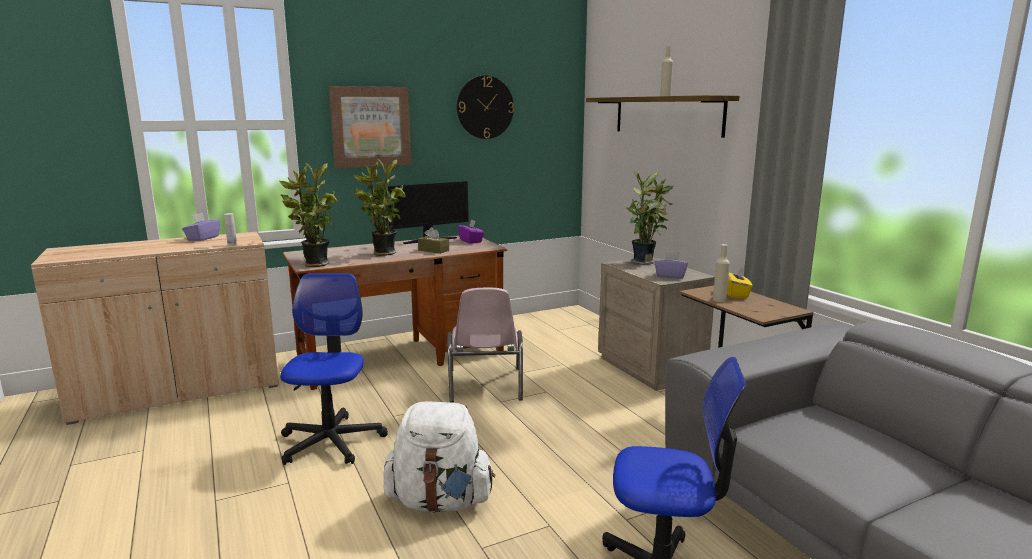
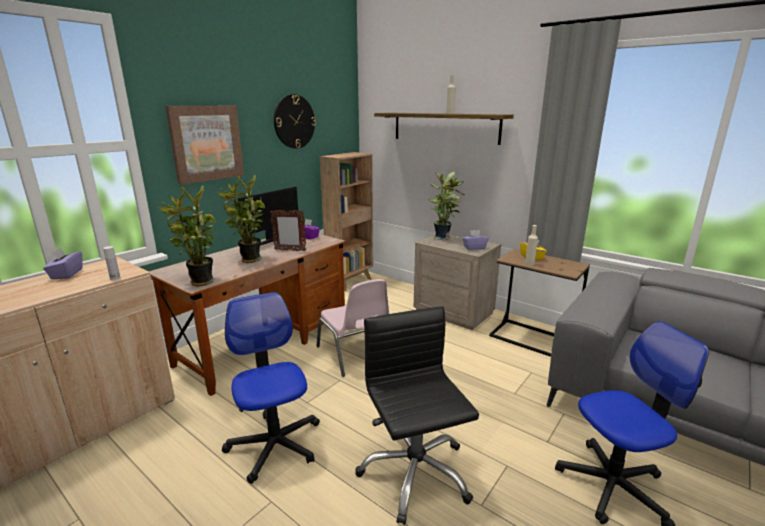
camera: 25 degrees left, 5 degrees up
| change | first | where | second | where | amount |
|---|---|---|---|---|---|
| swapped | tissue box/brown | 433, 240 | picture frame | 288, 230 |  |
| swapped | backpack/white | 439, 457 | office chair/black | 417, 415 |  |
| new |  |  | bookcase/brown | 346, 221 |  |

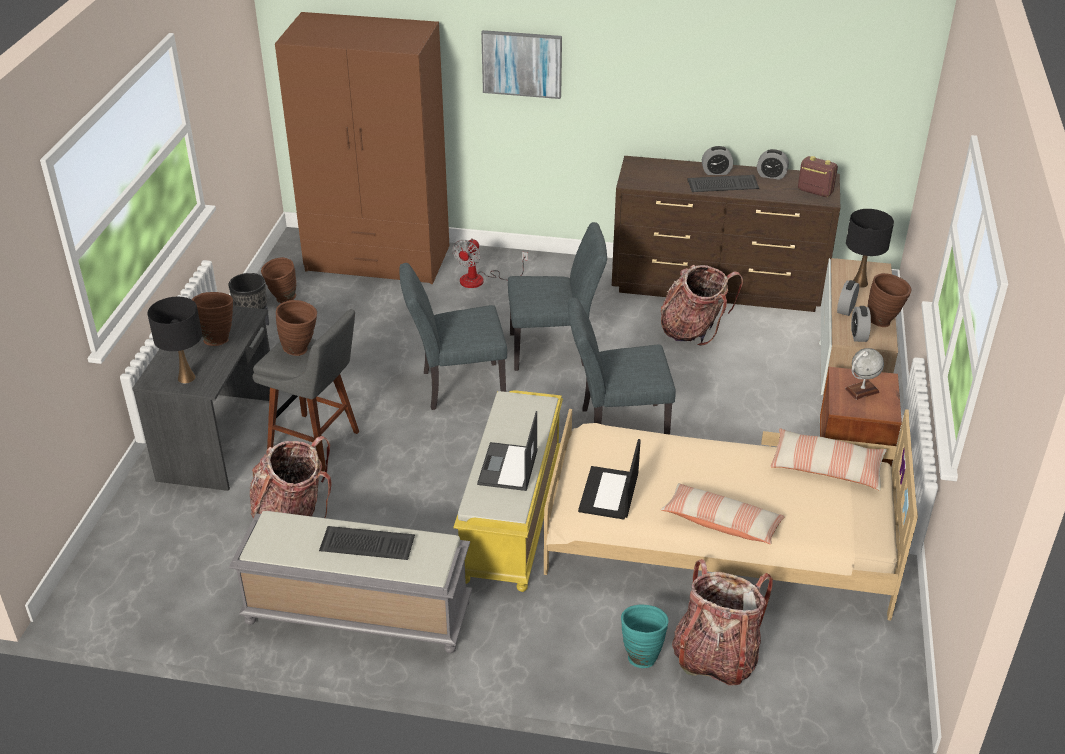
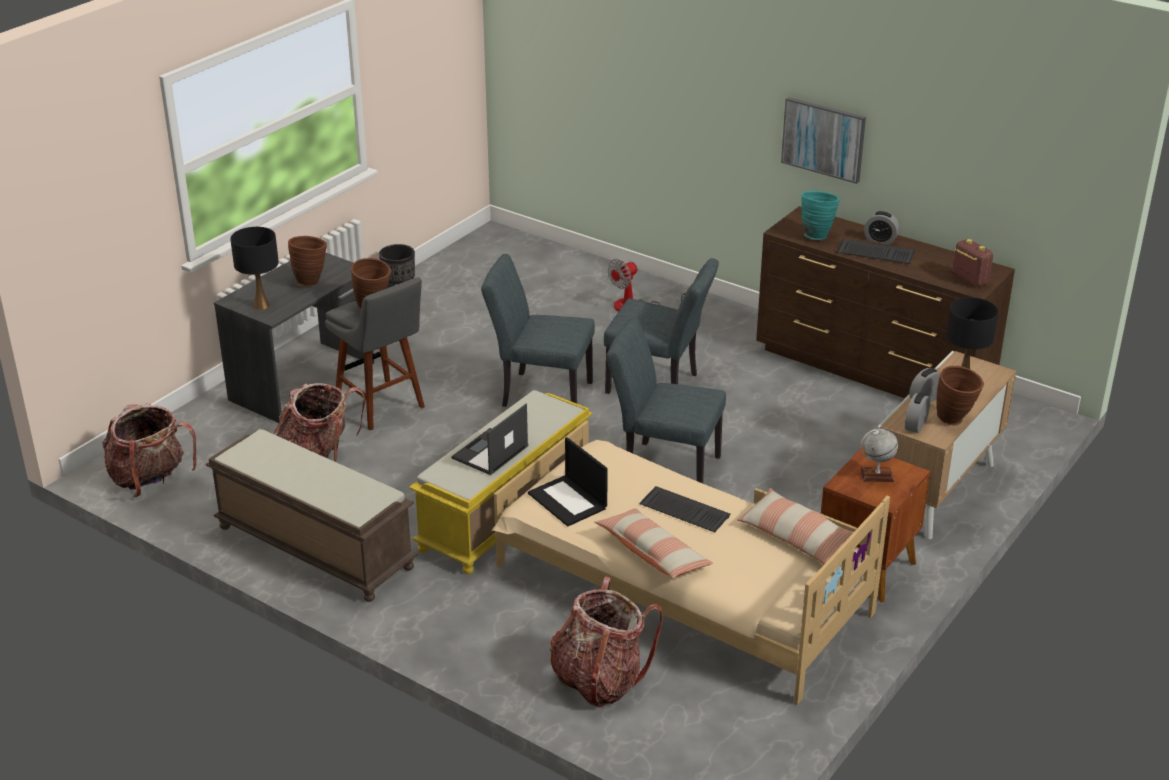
camera: 25 degrees right, 5 degrees down
| change | first | where | second | where | amount |
|---|---|---|---|---|---|
| gone | wardrobe/brown | 362, 148 |  |  |  |
| shifted | picture | 521, 64 |  | 823, 140 |  |
| gone | alarm clock | 773, 164 |  |  |  |
| gone | vase/brown | 278, 280 |  |  |  |
| shifted | backpack | 701, 305 |  | 149, 450 |  |
| rotated | laptop | 609, 479 |  | 568, 481 | 75 degrees counterclockwise |
| repainted | bench/grey | 350, 582 | bench/brown | 312, 515 |  |
| shifted | keyboard | 367, 543 |  | 685, 509 |  |
| shifted | vase/turquoise | 644, 636 |  | 820, 215 |  |

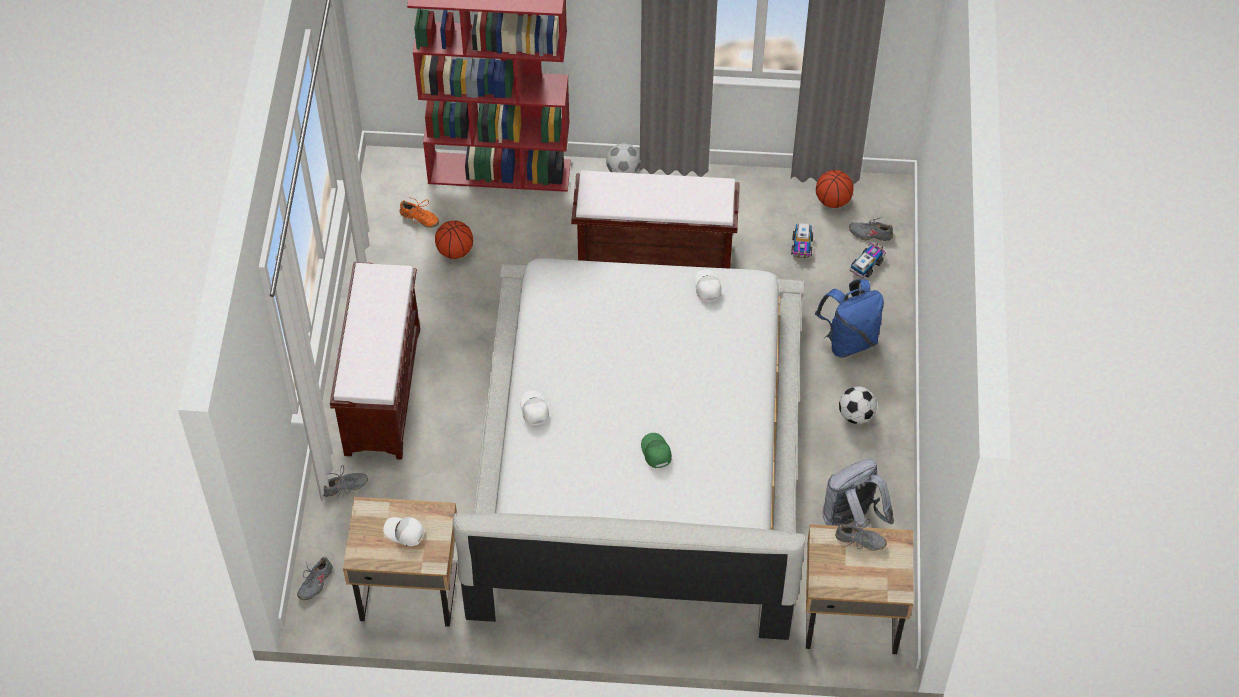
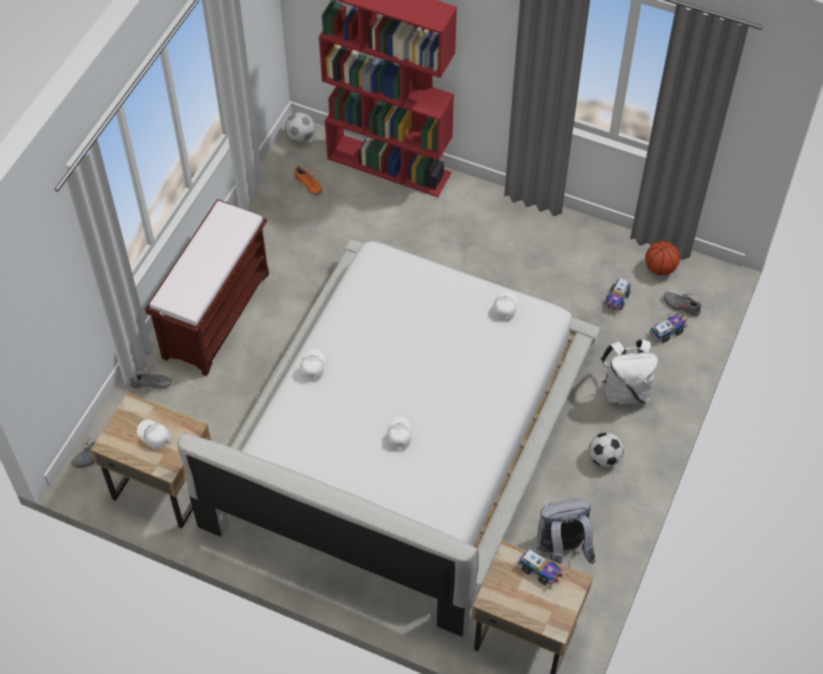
camera: 20 degrees right, 0 degrees up
| change | first | where | second | where | amount |
|---|---|---|---|---|---|
| shifted | football | 623, 158 |  | 300, 127 |  |
| gone | bench/brown | 655, 219 |  |  |  |
| gone | basketball | 454, 239 |  |  |  |
| repainted | backpack/blue | 849, 318 | backpack/white | 629, 372 |  |
| repainted | cap/green | 656, 450 | cap/white | 399, 433 |  |
| swapped | shoe/grey | 861, 534 | toy truck | 540, 566 |  |

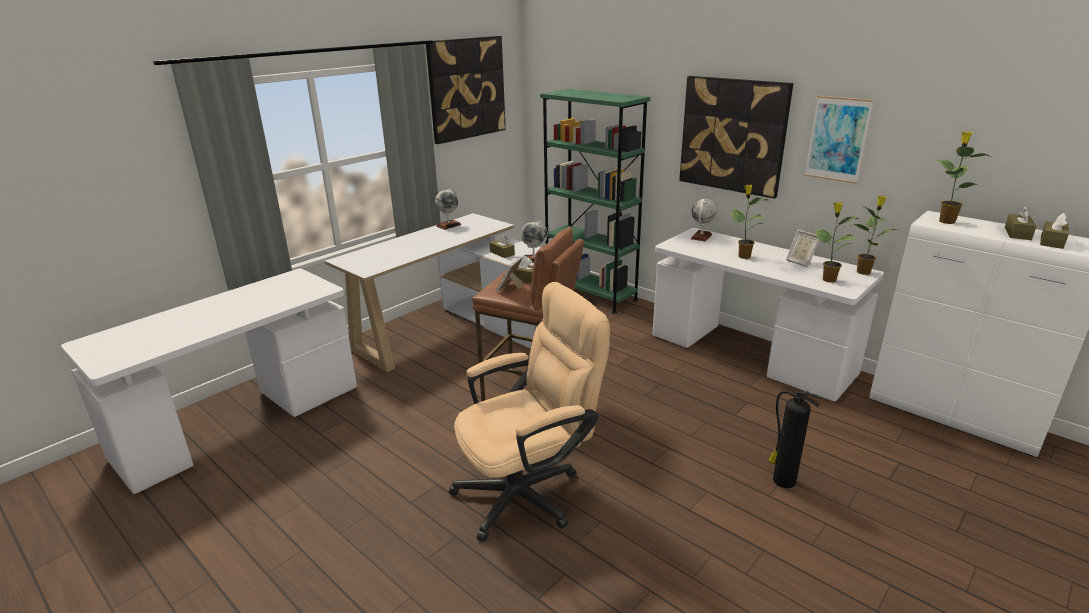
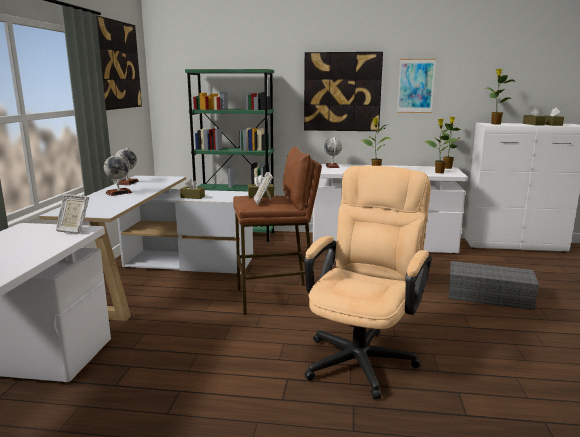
camera: 35 degrees left, 10 degrees down
| change | first | where | second | where | amount |
|---|---|---|---|---|---|
| shifted | globe | 534, 242 |  | 118, 175 |  |
| shifted | picture frame | 803, 248 |  | 72, 214 |  |
| swapped | fire extinguisher | 795, 439 | storage box/grey | 494, 285 |  |

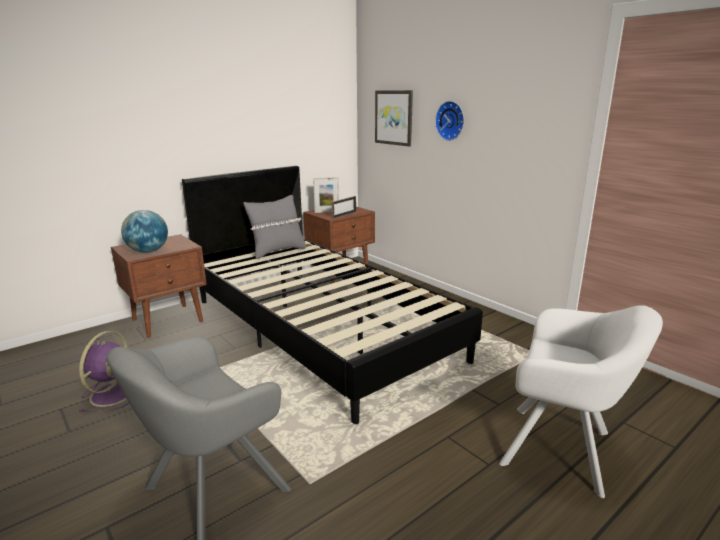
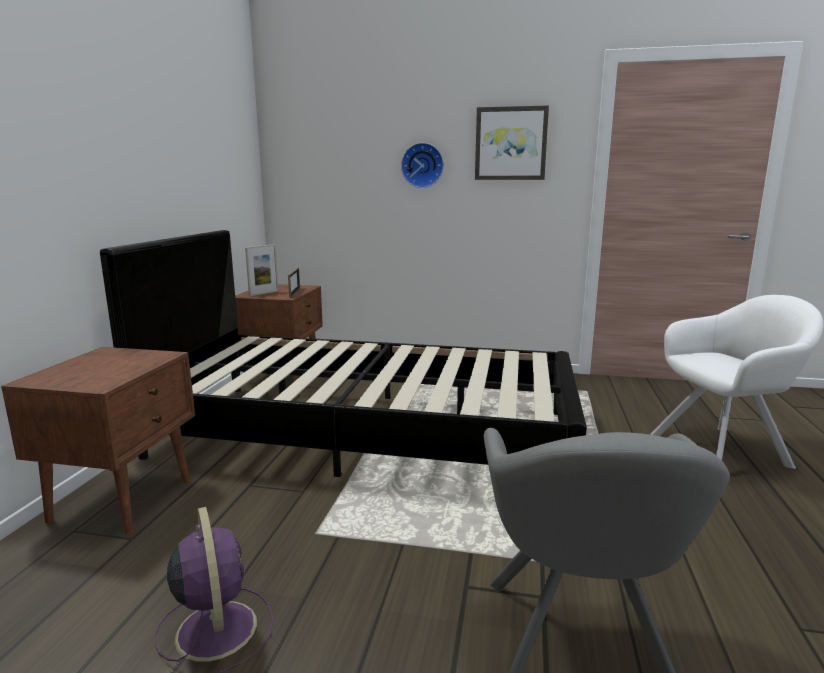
camera: 40 degrees left, 5 degrees down
| change | first | where | second | where | amount |
|---|---|---|---|---|---|
| shifted | picture | 394, 118 |  | 512, 143 |  |
| gone | pillow/grey | 274, 227 |  |  |  |
| gone | globe | 144, 231 |  |  |  |

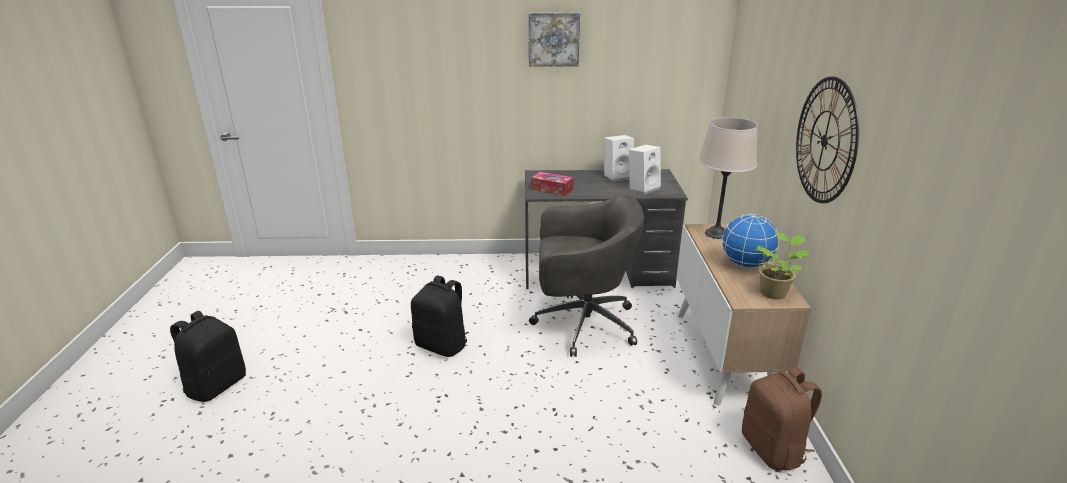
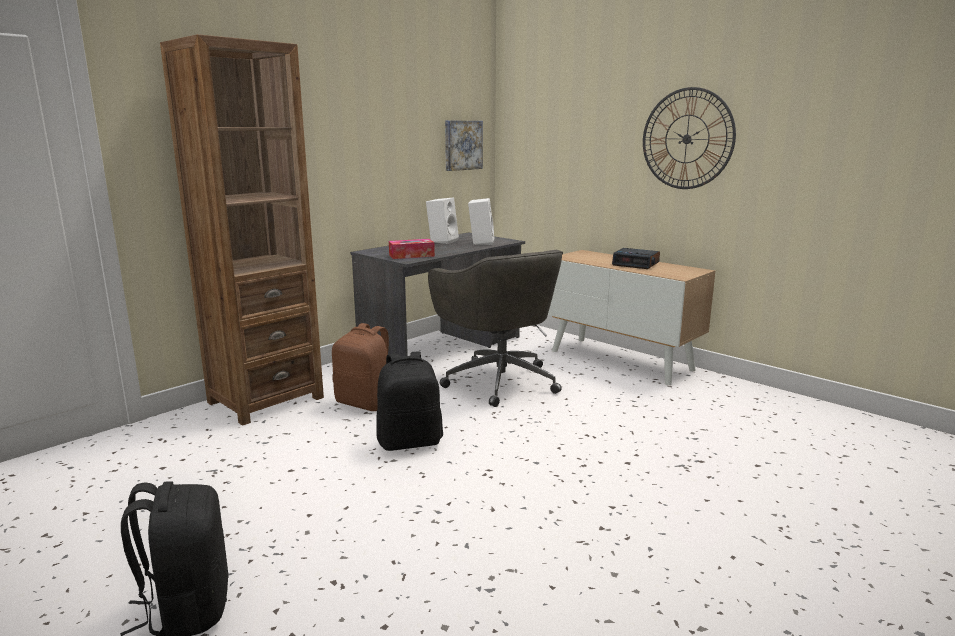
camera: 45 degrees left, 10 degrees down
| change | first | where | second | where | amount |
|---|---|---|---|---|---|
| shifted | picture | 554, 40 |  | 464, 145 |  |
| gone | table lamp/beige | 728, 178 |  |  |  |
| rotated | office chair/grey | 586, 275 |  | 495, 328 | 105 degrees clockwise |
| swapped | globe | 750, 241 | alarm clock | 636, 258 |  |
| gone | potted plant | 782, 265 |  |  |  |
| shifted | backpack/brown | 782, 419 |  | 360, 367 |  |
| new |  |  | bookcase/brown | 242, 230 |  |

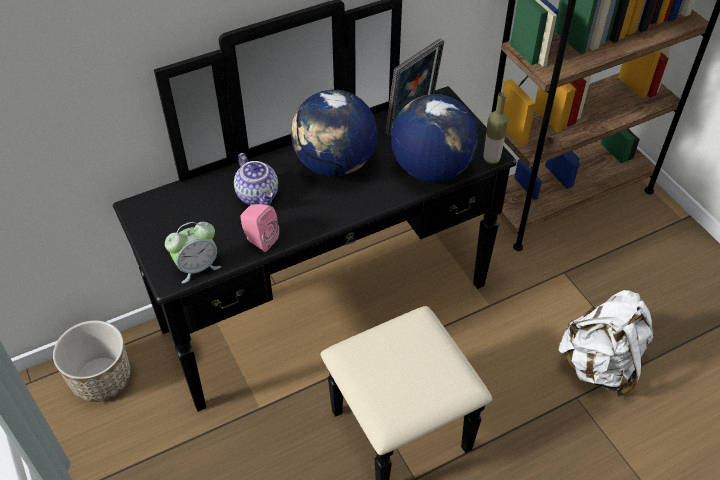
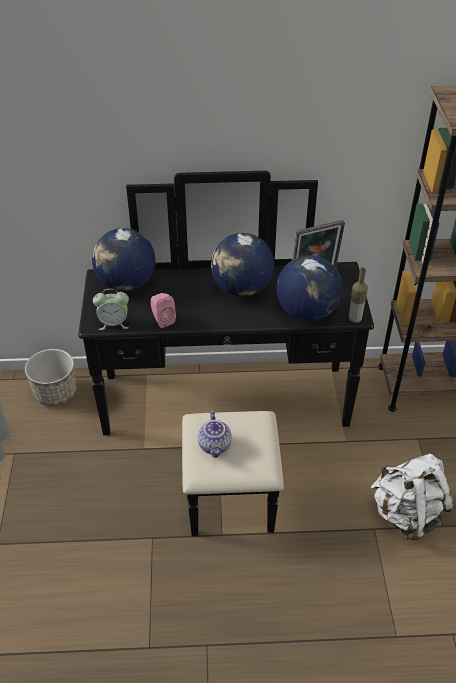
camera: 25 degrees right, 5 degrees down
| change | first | where | second | where | amount |
|---|---|---|---|---|---|
| shifted | teapot | 256, 179 |  | 215, 434 |  |
| new |  |  | globe | 123, 259 |  |

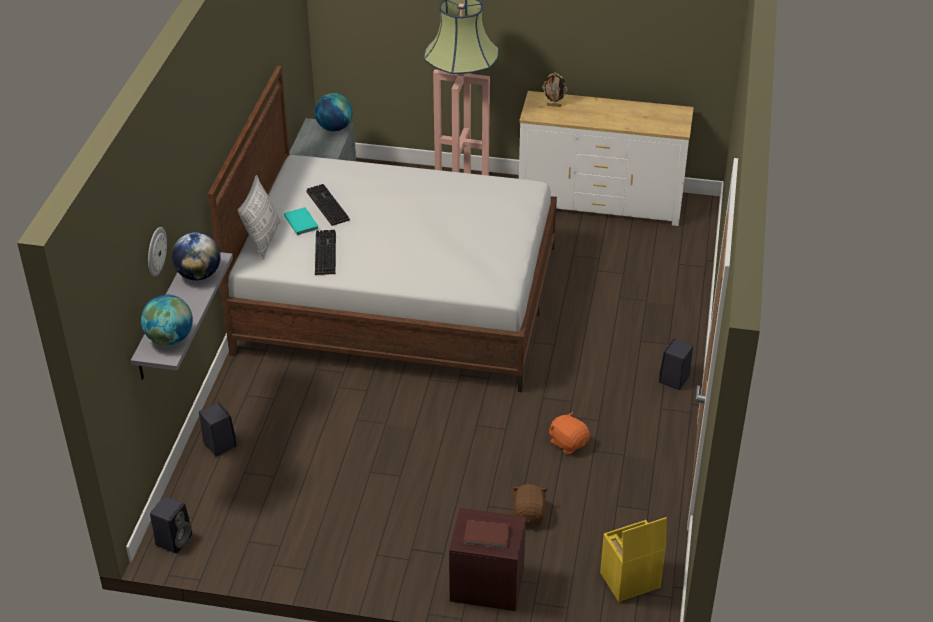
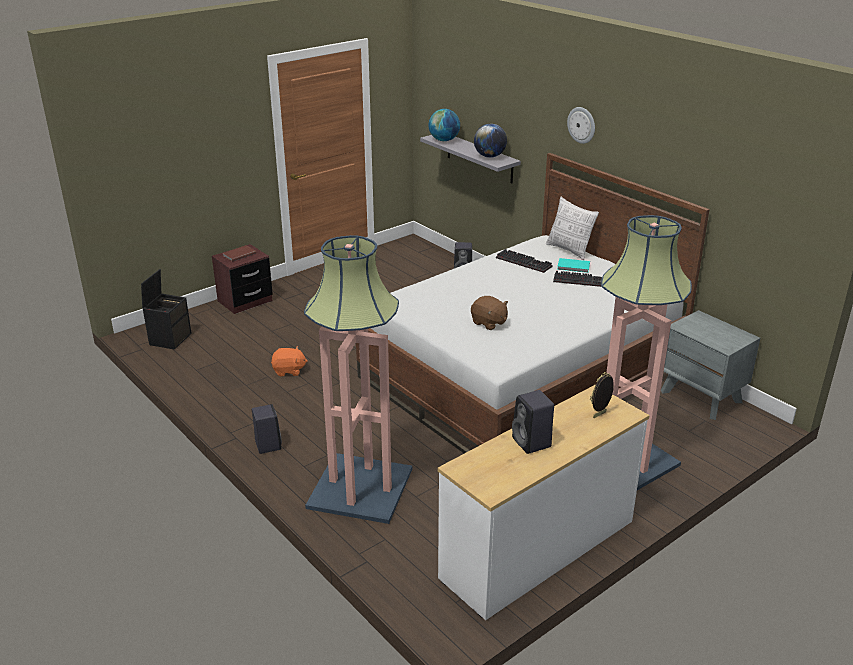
camera: 130 degrees right, 10 degrees down
| change | first | where | second | where | amount |
|---|---|---|---|---|---|
| gone | globe | 334, 112 |  |  |  |
| shifted | wall clock | 157, 252 |  | 581, 125 |  |
| shifted | plush toy/brown | 530, 504 |  | 489, 313 |  |
| shifted | speaker/black | 171, 524 |  | 533, 422 |  |
| repainted | storage box/yellow | 633, 559 | storage box/black | 166, 309 |  |
| new |  |  | floor lamp | 358, 379 |  |

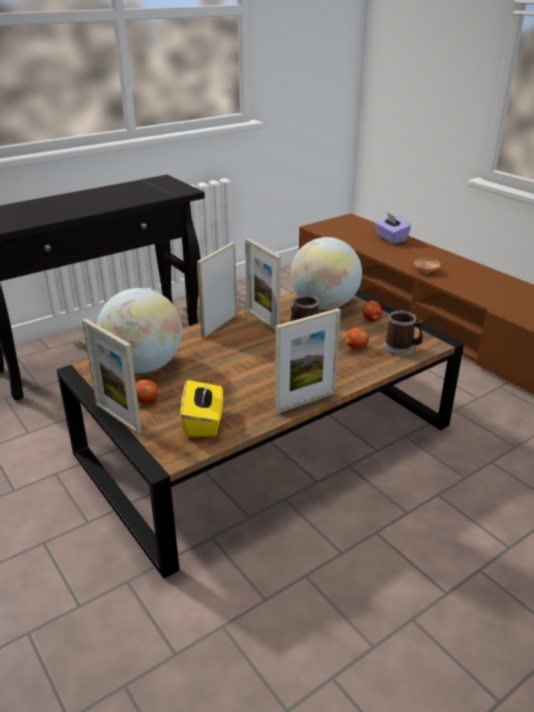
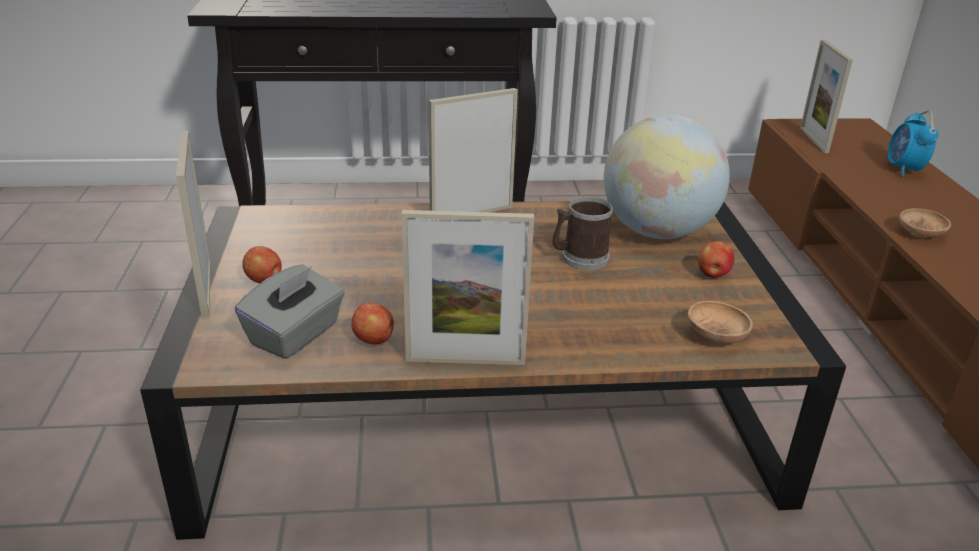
camera: 30 degrees right, 0 degrees up
| change | first | where | second | where | amount |
|---|---|---|---|---|---|
| swapped | tissue box/purple | 393, 228 | alarm clock | 913, 144 |  |
| shifted | picture frame | 263, 284 |  | 826, 96 |  |
| gone | globe | 139, 330 |  |  |  |
| swapped | mug | 404, 333 | bowl/brown | 720, 322 |  |
| shifted | apple | 357, 338 |  | 372, 323 |  |
| repainted | tissue box/yellow | 202, 408 | tissue box/grey | 290, 311 |  |

